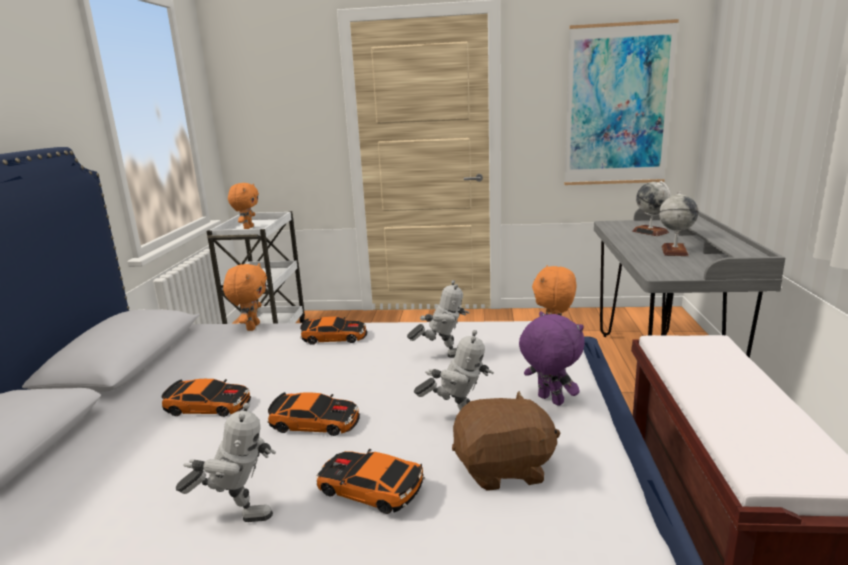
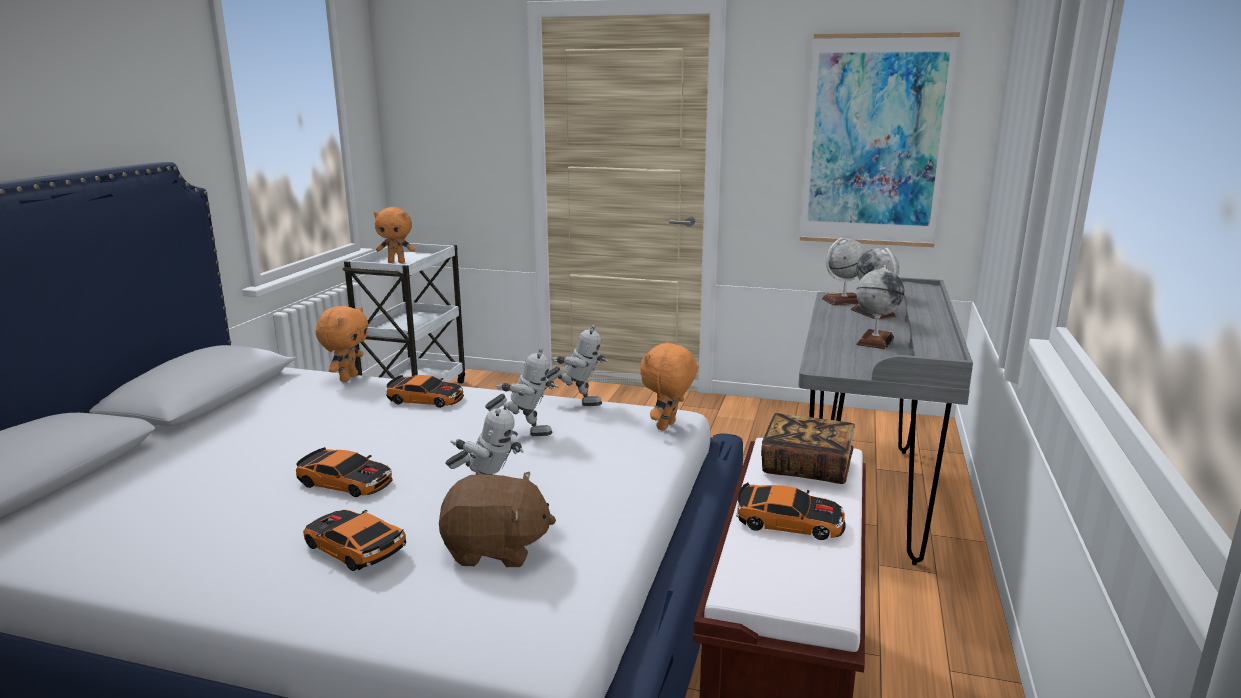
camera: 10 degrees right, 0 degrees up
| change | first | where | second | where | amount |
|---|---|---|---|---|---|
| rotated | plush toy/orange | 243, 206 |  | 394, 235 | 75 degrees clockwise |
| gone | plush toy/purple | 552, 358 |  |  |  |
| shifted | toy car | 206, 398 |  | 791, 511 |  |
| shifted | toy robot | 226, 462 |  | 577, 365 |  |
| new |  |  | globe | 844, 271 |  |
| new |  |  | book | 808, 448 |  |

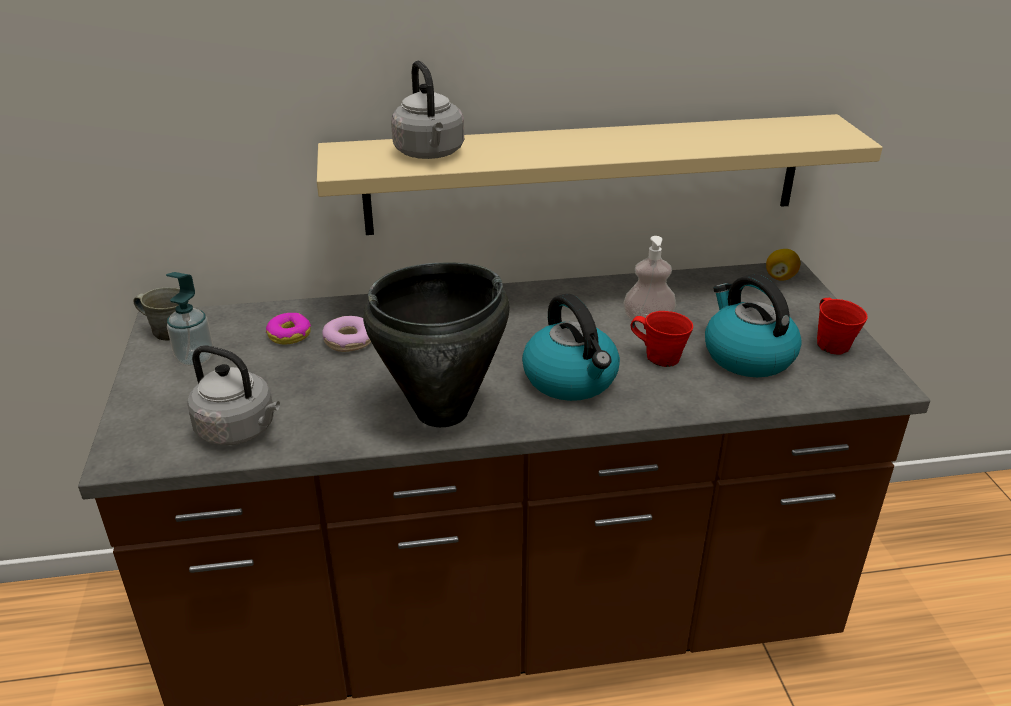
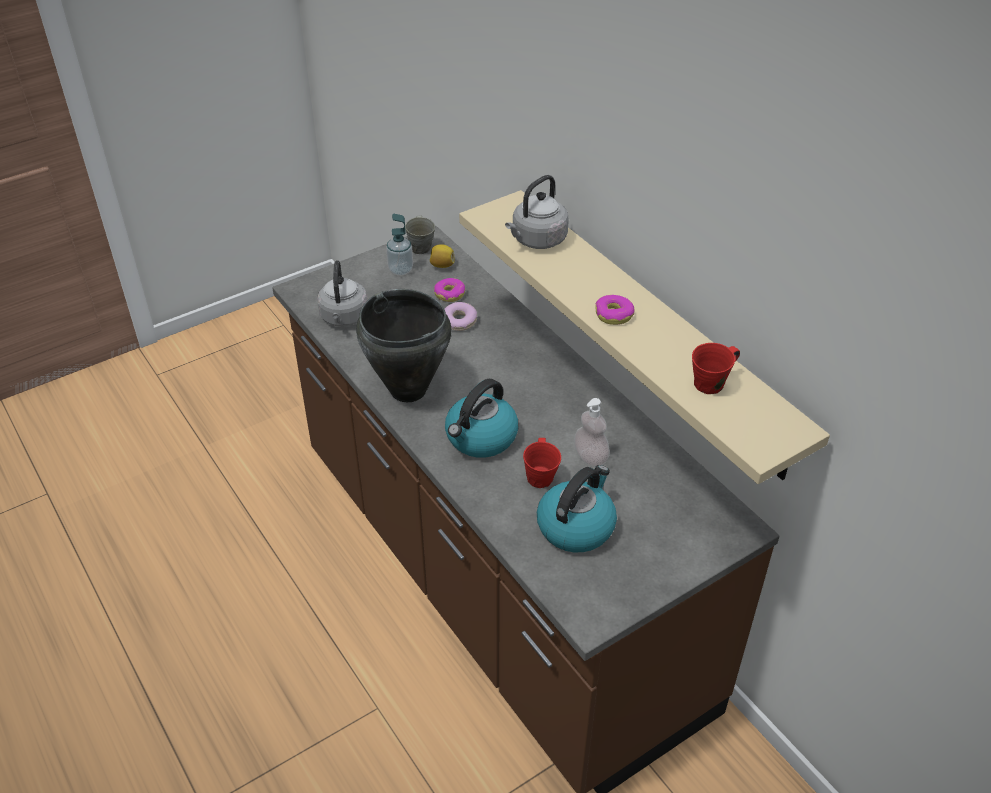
camera: 65 degrees right, 10 degrees up
| change | first | where | second | where | amount |
|---|---|---|---|---|---|
| shifted | lemon | 783, 265 |  | 442, 256 |  |
| shifted | mug/red | 842, 326 |  | 716, 368 |  |
| new |  |  | donut | 614, 310 |  |

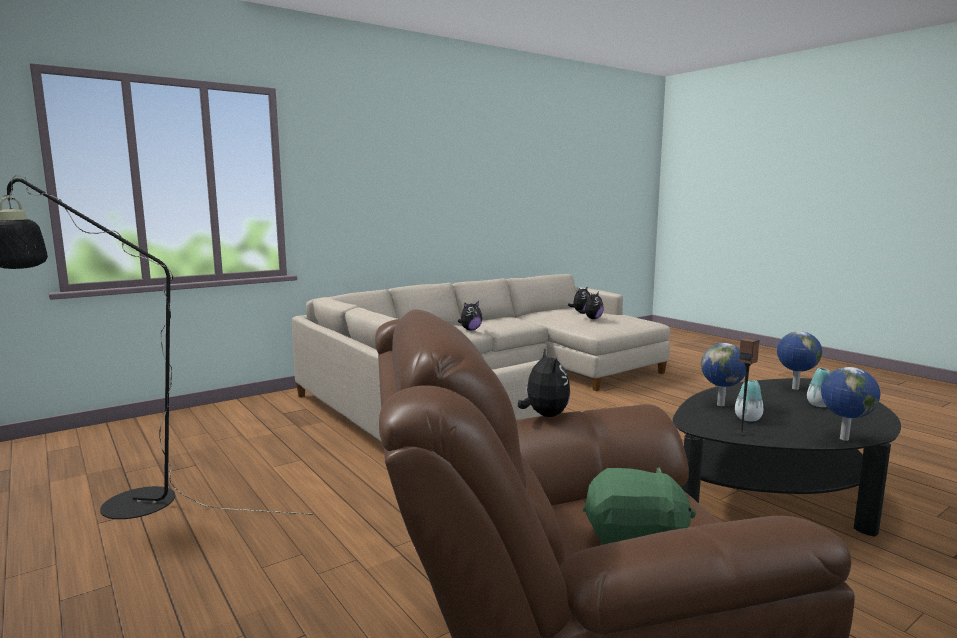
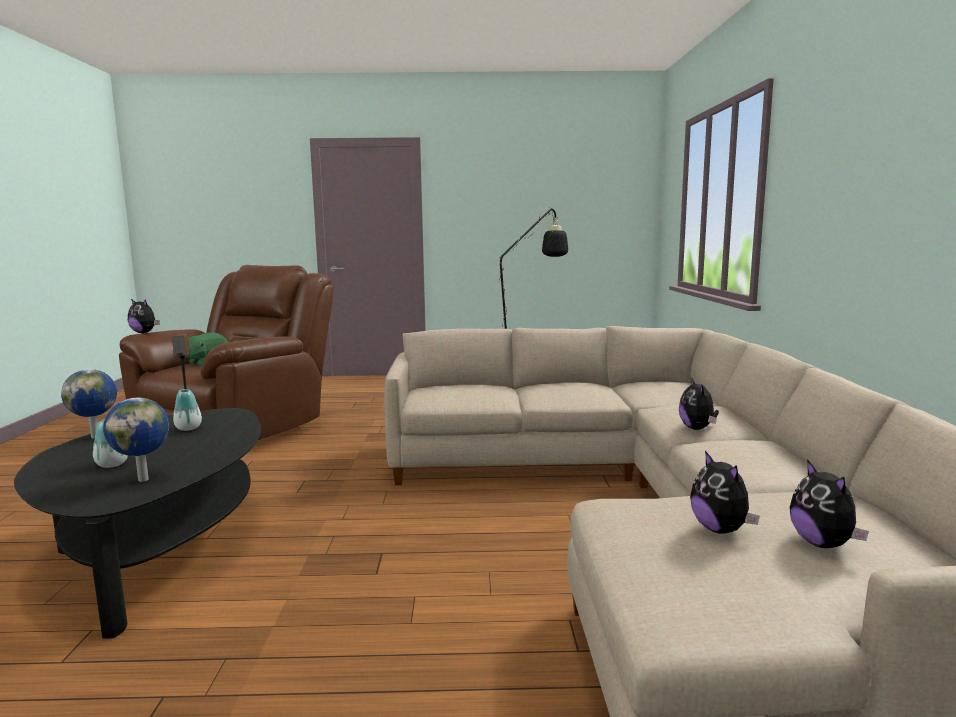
camera: 125 degrees right, 0 degrees up
| change | first | where | second | where | amount |
|---|---|---|---|---|---|
| gone | globe | 723, 374 |  |  |  |
| shifted | plush toy | 544, 383 |  | 144, 316 |  |

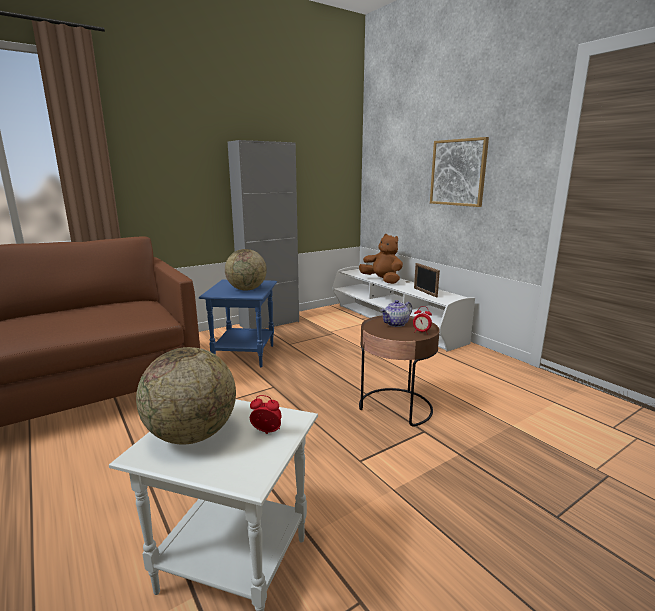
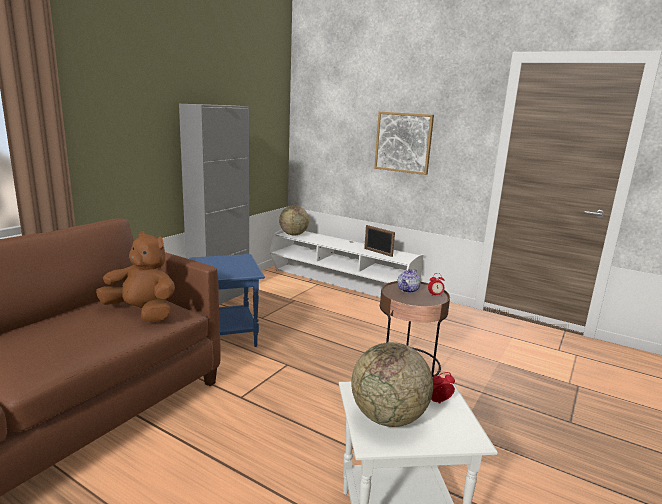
camera: 25 degrees left, 0 degrees up
| change | first | where | second | where | amount |
|---|---|---|---|---|---|
| shifted | plush toy/brown | 381, 259 |  | 135, 276 |  |
| shifted | globe | 246, 270 |  | 294, 220 |  |

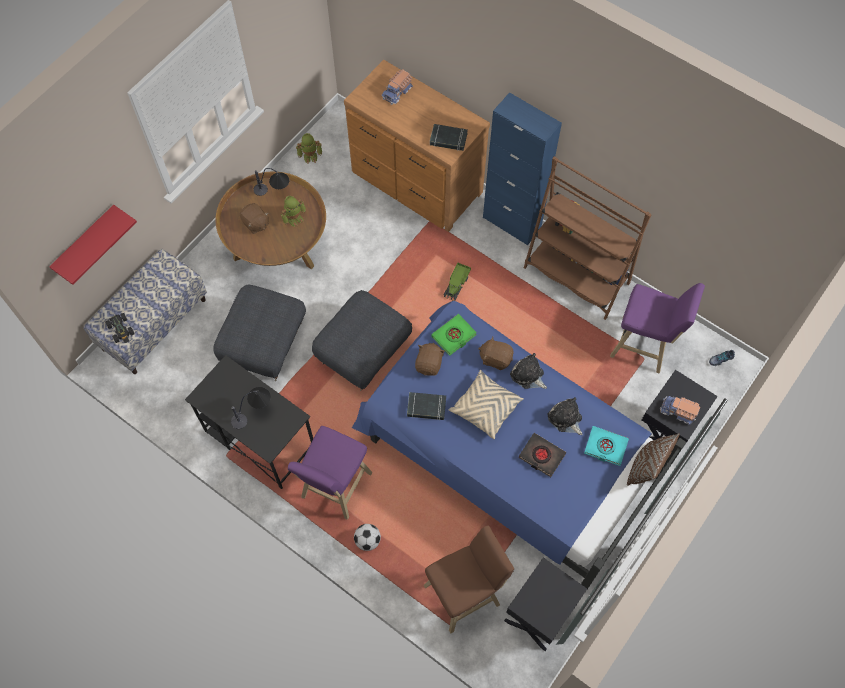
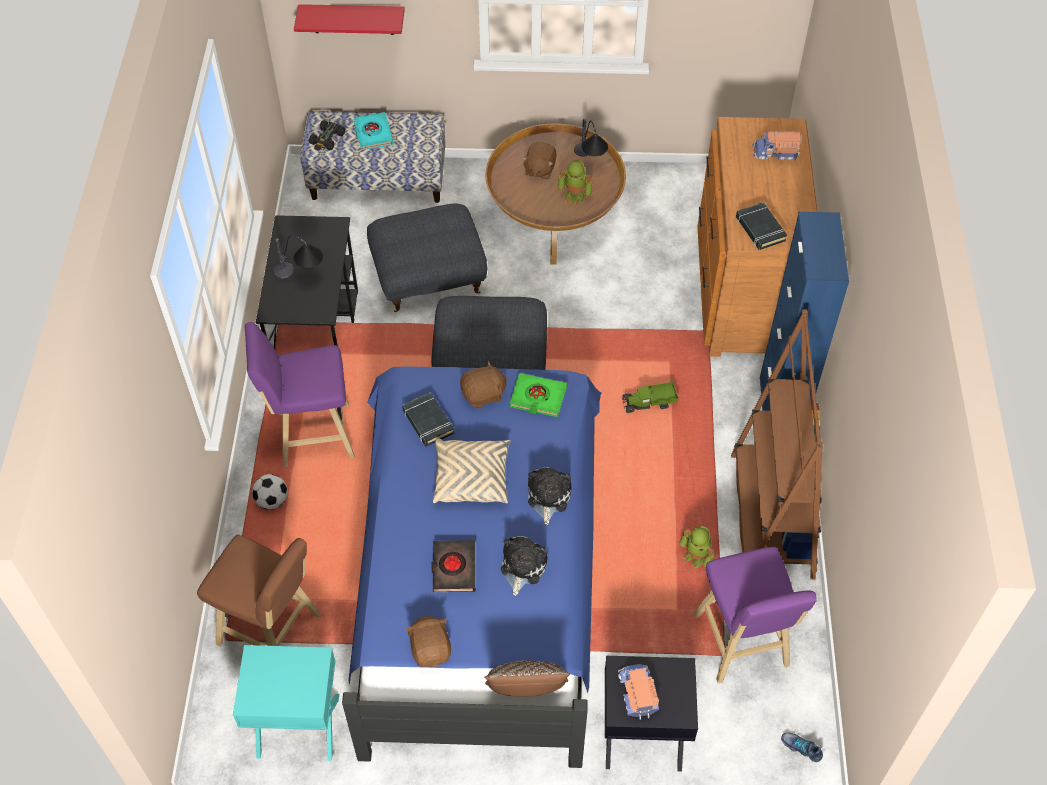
camera: 55 degrees right, 10 degrees down
| change | first | where | second | where | amount |
|---|---|---|---|---|---|
| shifted | toy robot | 309, 148 |  | 697, 548 |  |
| shifted | plush toy/brown | 496, 353 |  | 428, 641 |  |
| shifted | book/turquoise | 606, 446 |  | 374, 131 |  |
| repainted | nightstand/black | 545, 604 | nightstand/turquoise | 286, 703 |  |

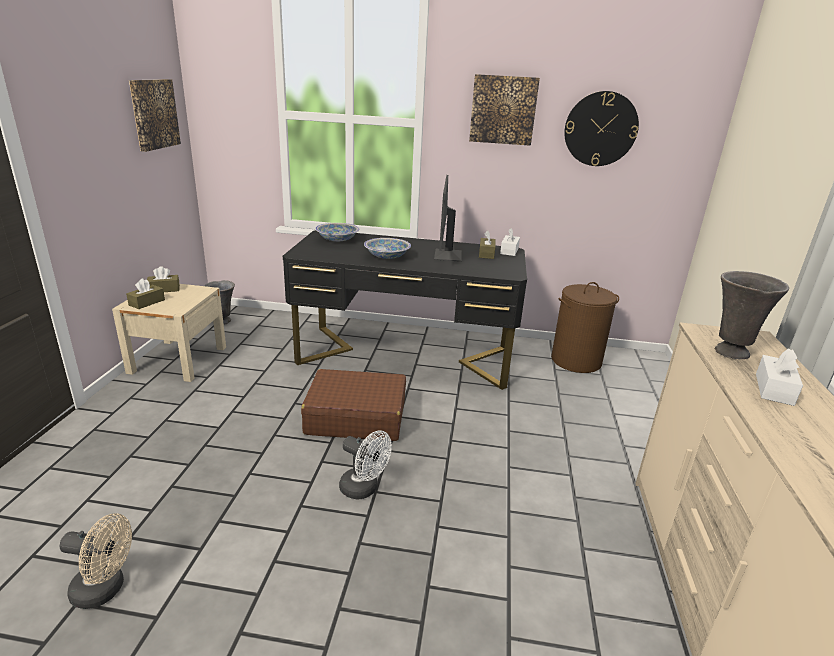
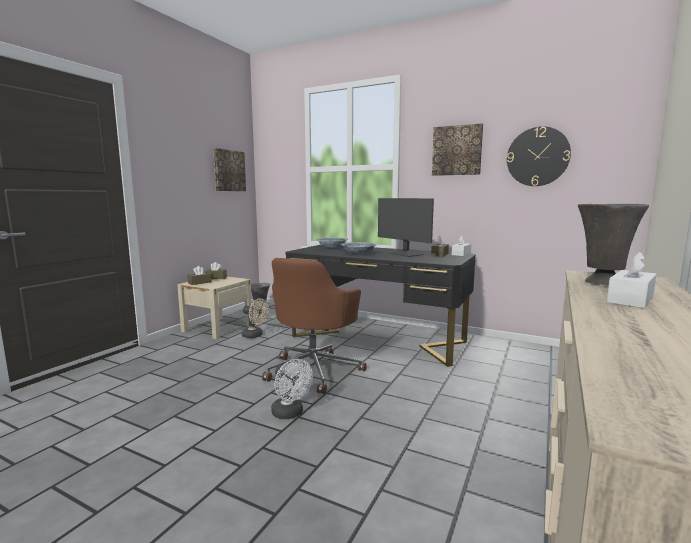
camera: 20 degrees right, 15 degrees down
| change | first | where | second | where | amount |
|---|---|---|---|---|---|
| rotated | monitor | 448, 218 |  | 406, 227 | 60 degrees counterclockwise |
| gone | laundry basket/brown | 585, 327 |  |  |  |
| swapped | suitcase/brown | 353, 405 | office chair/brown | 314, 326 |  |
| shifted | fan/beige | 96, 561 |  | 255, 318 |  |

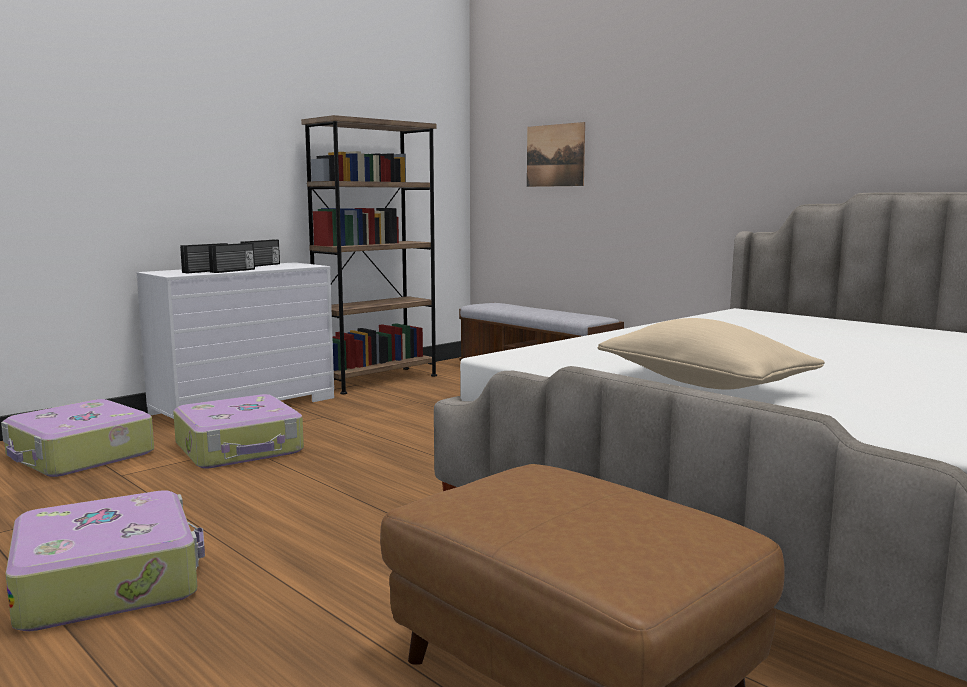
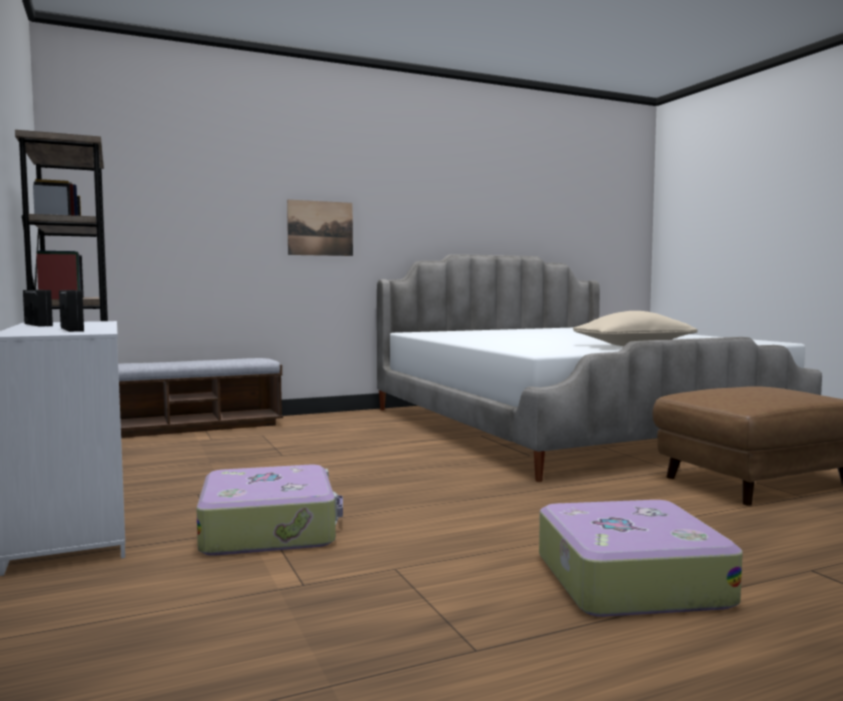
camera: 70 degrees left, 5 degrees down
| change | first | where | second | where | amount |
|---|---|---|---|---|---|
| shifted | picture | 556, 154 |  | 320, 228 |  |
| gone | radio | 231, 258 |  |  |  |
| gone | suitcase | 77, 438 |  |  |  |

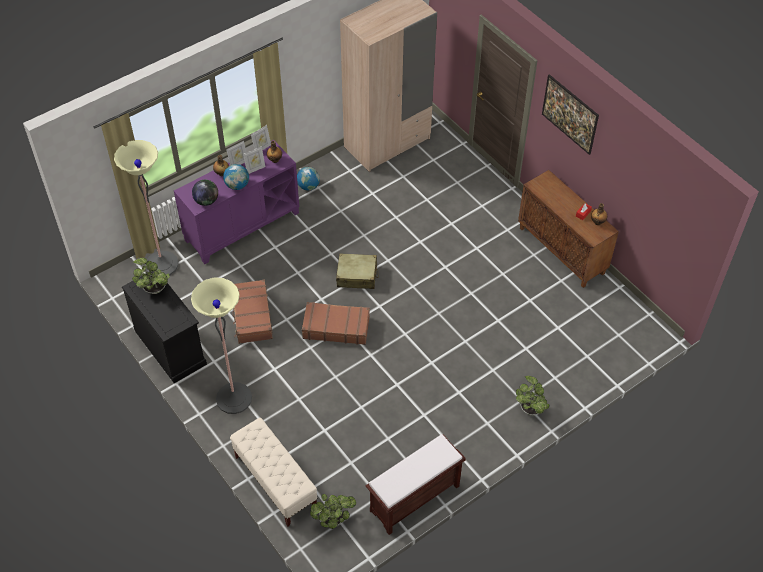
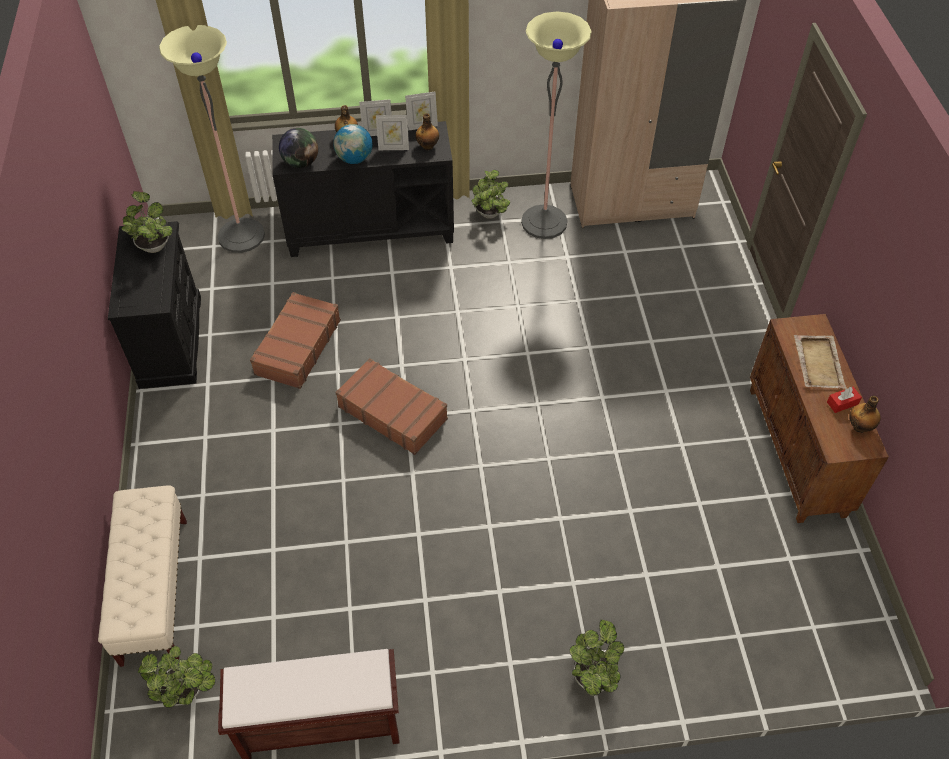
camera: 30 degrees right, 0 degrees up
| change | first | where | second | where | amount |
|---|---|---|---|---|---|
| gone | picture | 570, 114 |  |  |  |
| repainted | cabinet/purple | 236, 202 | cabinet/black | 363, 189 |  |
| swapped | globe | 308, 179 | potted plant | 490, 194 |  |
| gone | suitcase/beige | 357, 271 |  |  |  |
| shifted | floor lamp | 221, 345 |  | 556, 125 |  |
| new |  |  | tray/beige | 820, 362 |  |

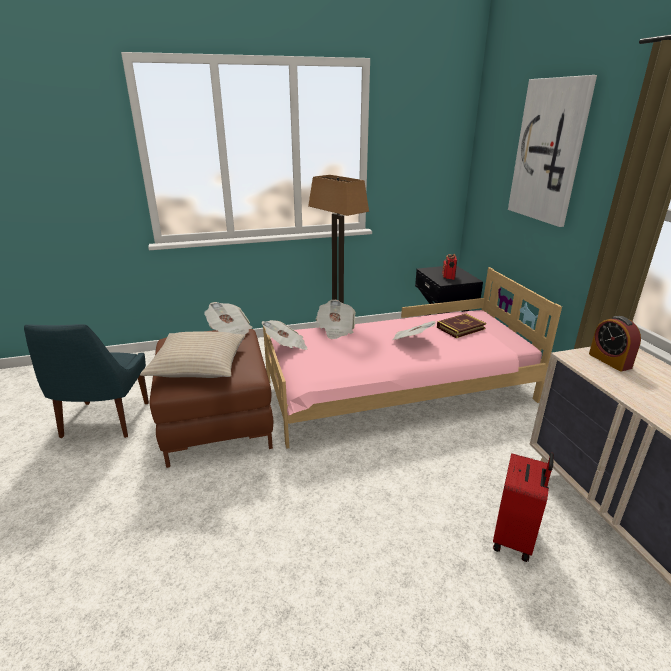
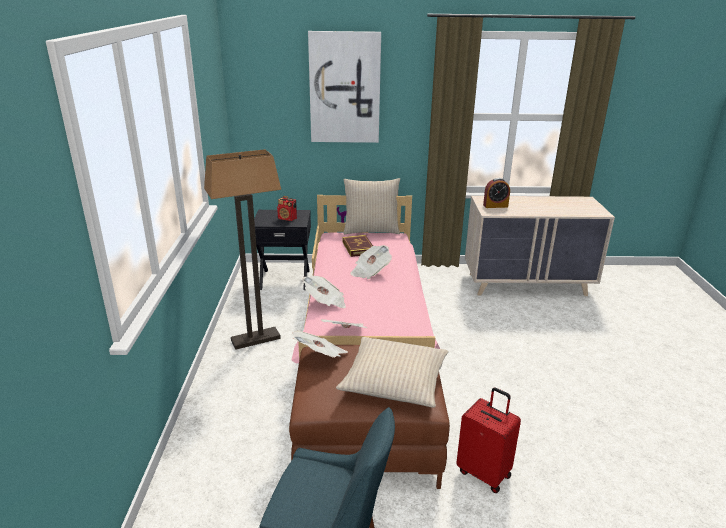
camera: 75 degrees left, 0 degrees up
| change | first | where | second | where | amount |
|---|---|---|---|---|---|
| shifted | suitcase/red | 523, 507 |  | 488, 440 |  |
| new |  |  | pillow/beige | 371, 206 |  |

